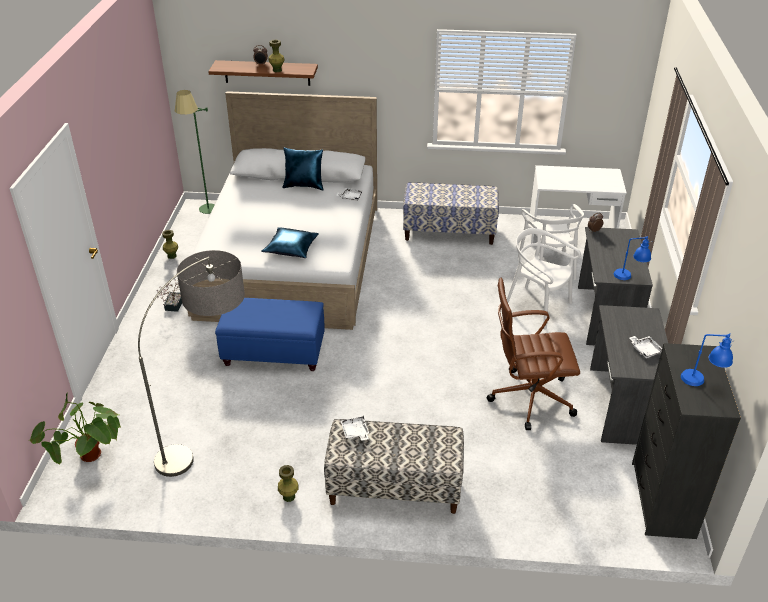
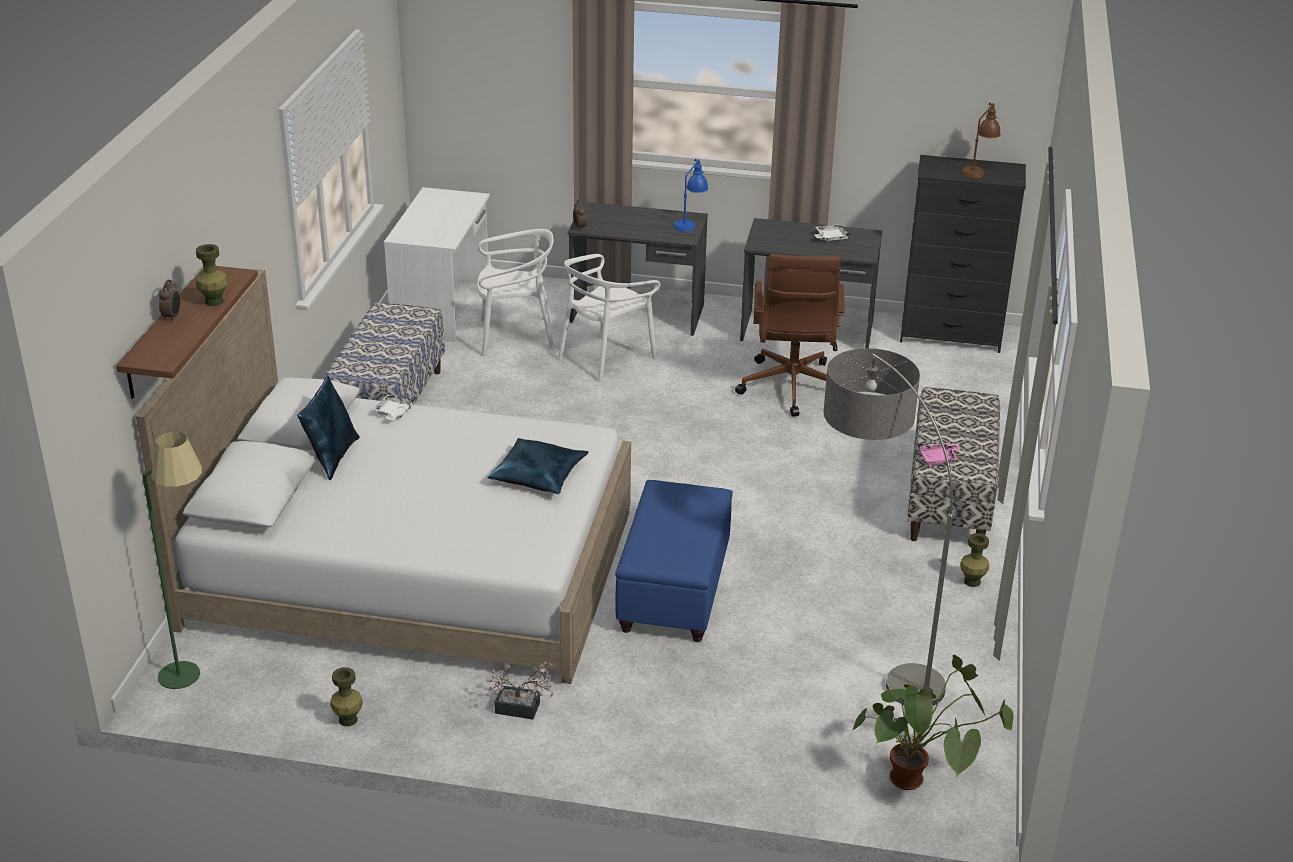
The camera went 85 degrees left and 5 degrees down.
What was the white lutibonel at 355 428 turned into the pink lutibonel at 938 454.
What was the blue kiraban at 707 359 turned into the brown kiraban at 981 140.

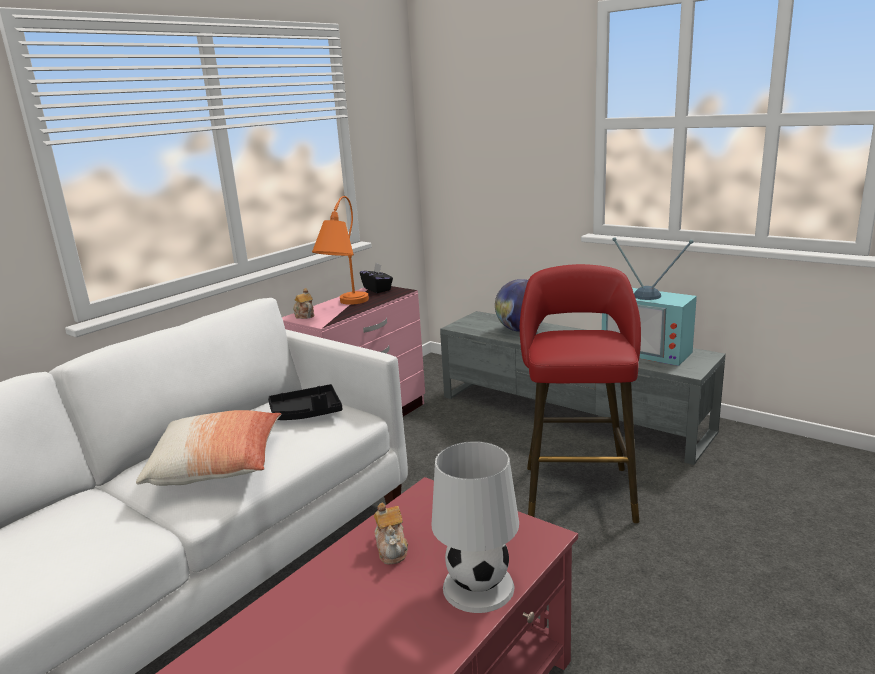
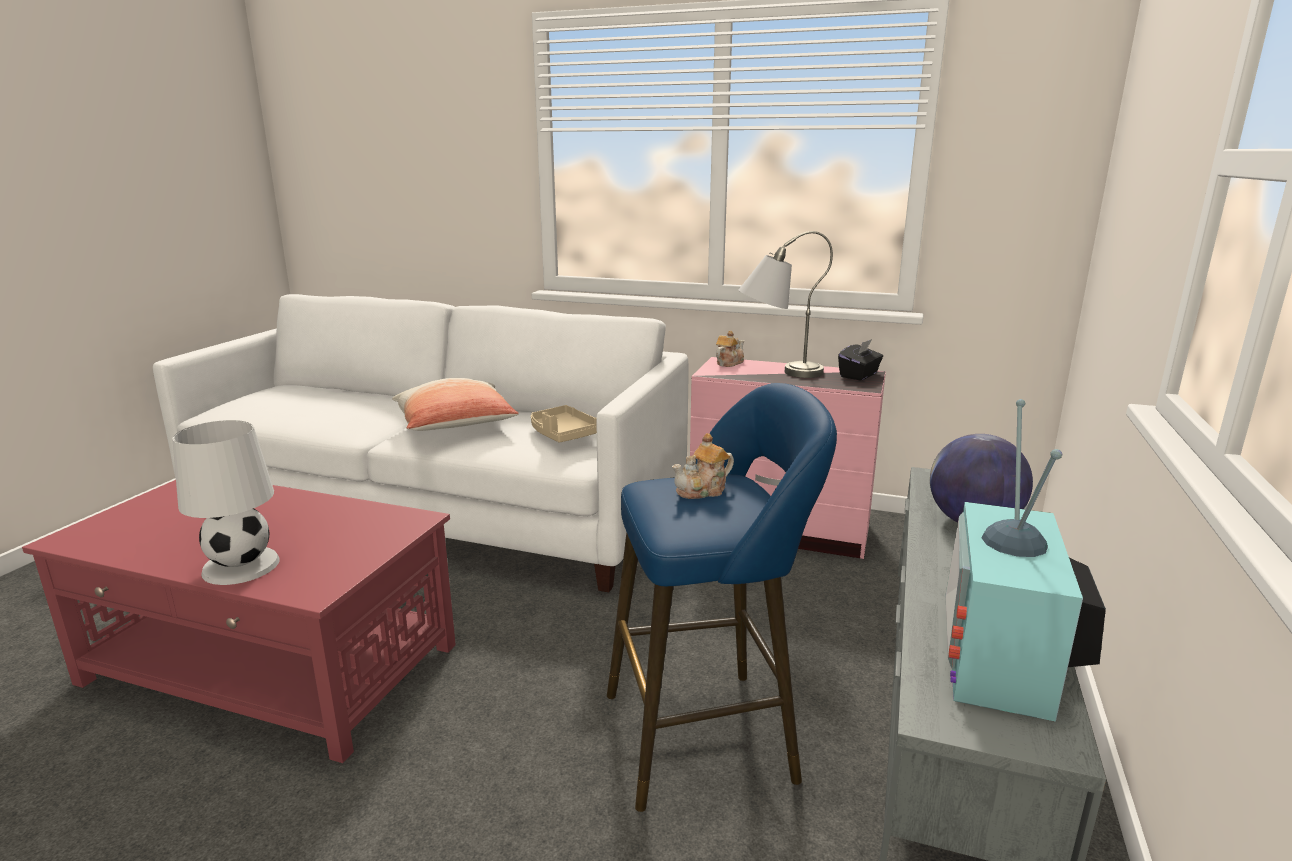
The camera went 70 degrees right and 0 degrees up.
What was the black lutibonel at 305 402 turned into the beige lutibonel at 564 424.
What was the orange kiraban at 340 250 turned into the grey kiraban at 785 304.
The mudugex ended up elsewhere, having gone from 391 533 to 703 466.
What was the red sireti at 580 393 turned into the blue sireti at 722 597.

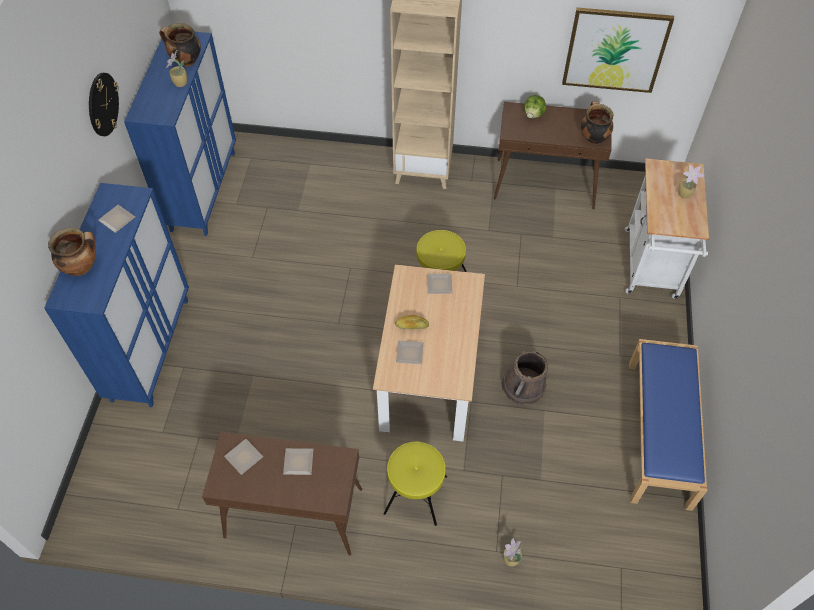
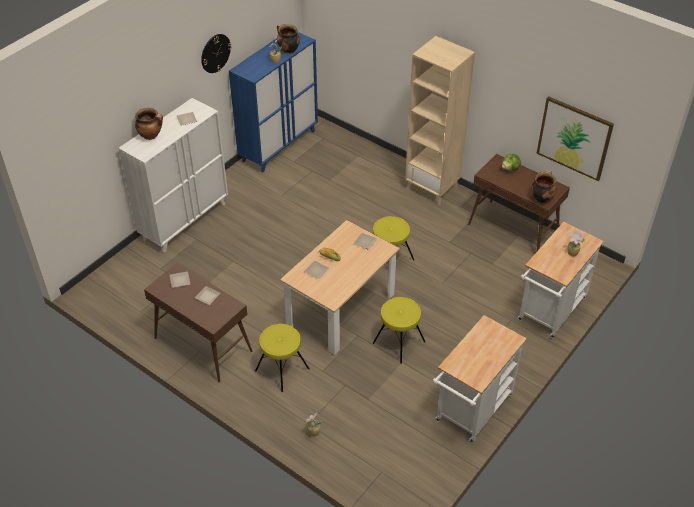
The camera went 30 degrees right and 10 degrees down.
What was the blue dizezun at 116 295 turned into the white dizezun at 173 175.
Where the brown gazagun stood at 524 378, the yellow sireti came to stand at 398 330.
Where the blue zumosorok stood at 668 425, the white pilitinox came to stand at 480 379.

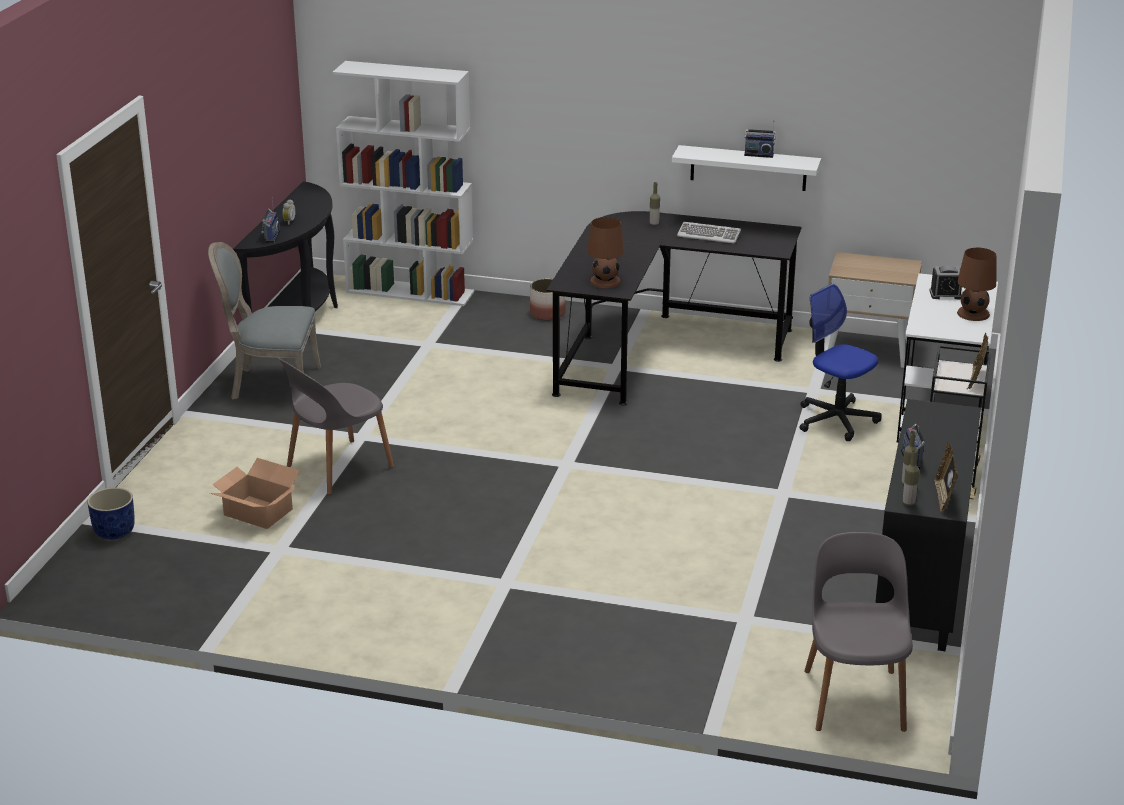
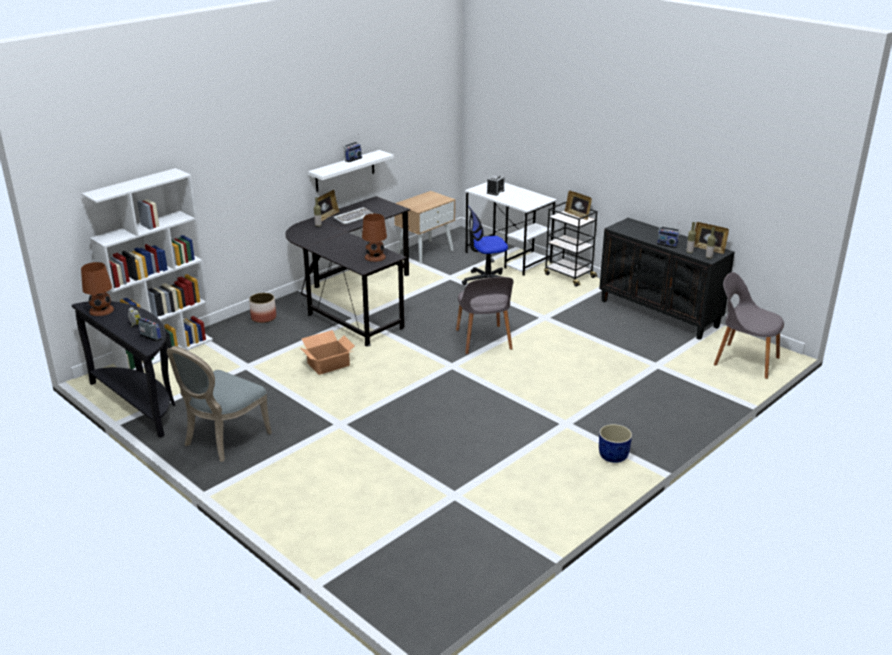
The camera went 60 degrees left and 0 degrees up.
The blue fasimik ended up elsewhere, having gone from 111 514 to 615 443.
The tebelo ended up elsewhere, having gone from 255 493 to 327 352.
The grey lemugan ended up elsewhere, having gone from 336 426 to 485 315.
The brown kiraban ended up elsewhere, having gone from 976 284 to 97 289.
The second view gained the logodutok at 329 205.

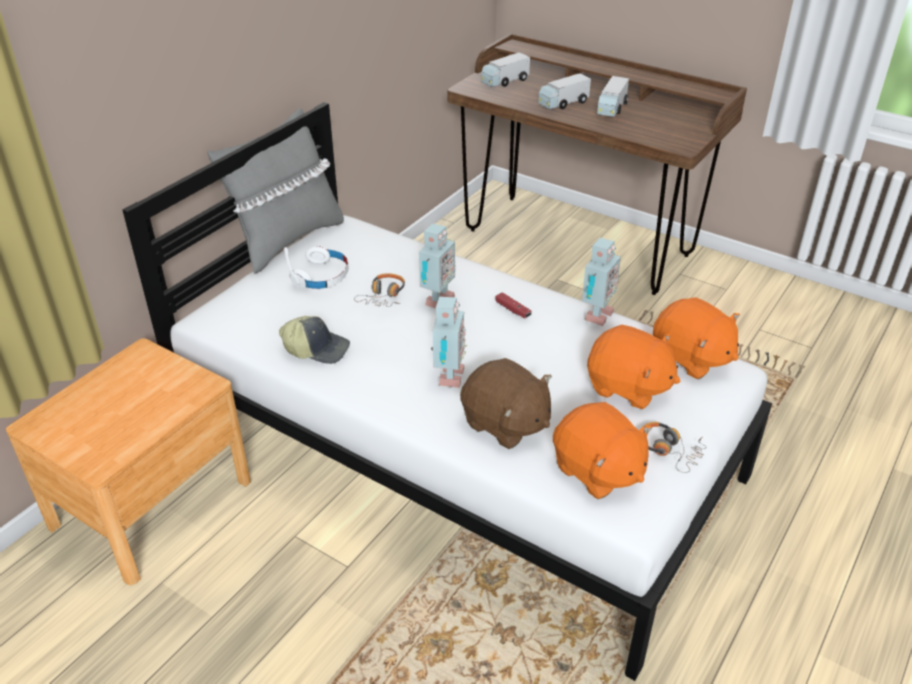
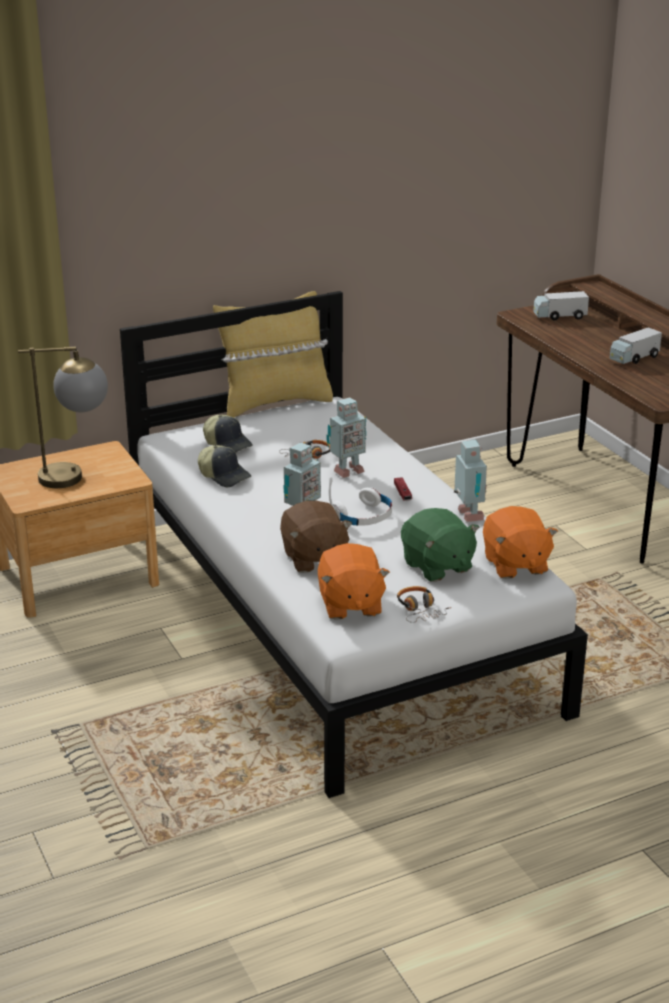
The camera went 30 degrees right and 10 degrees down.
What was the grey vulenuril at 276 191 turned into the yellow vulenuril at 273 354.
The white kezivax ended up elsewhere, having gone from 316 267 to 360 501.
The second view lost the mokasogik at 565 91.
The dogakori at 601 282 ended up facing another way, 75 degrees counterclockwise from before.
What was the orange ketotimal at 633 367 turned into the green ketotimal at 440 545.
The second view gained the kiraban at 63 417.
The second view gained the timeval at 228 434.

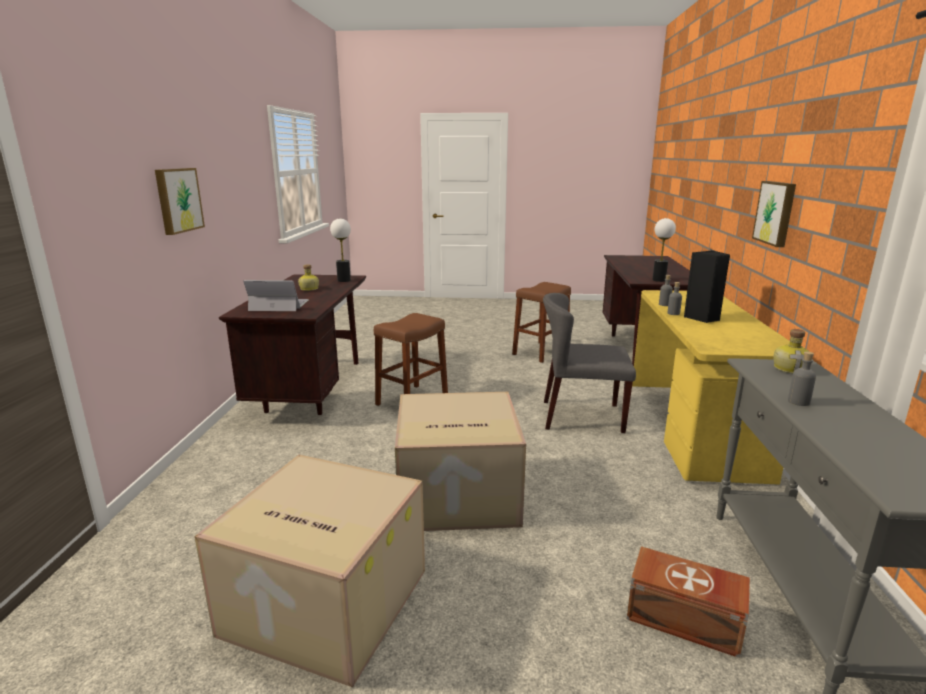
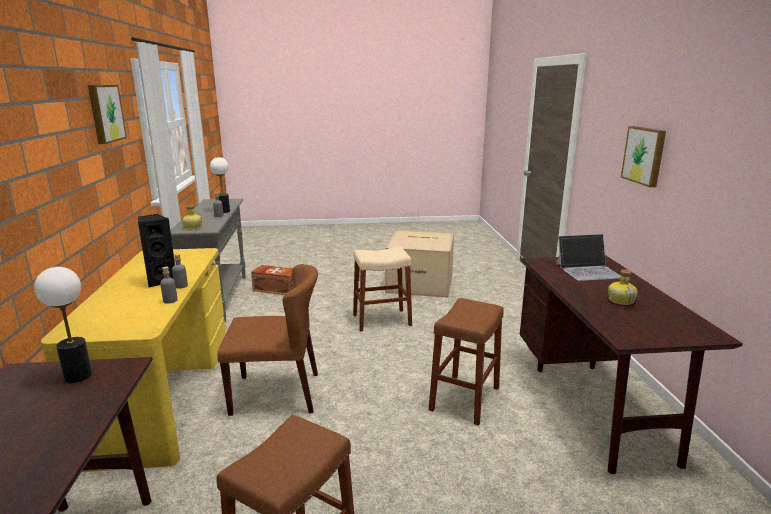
The camera went 170 degrees right and 0 degrees up.
The kiraban ended up elsewhere, having gone from 340 250 to 220 185.
Where the tebelo stood at 460 461, the beige sireti came to stand at 382 289.
What was the grey lemugan at 589 363 turned into the brown lemugan at 267 340.
The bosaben ended up elsewhere, having gone from 774 214 to 107 114.

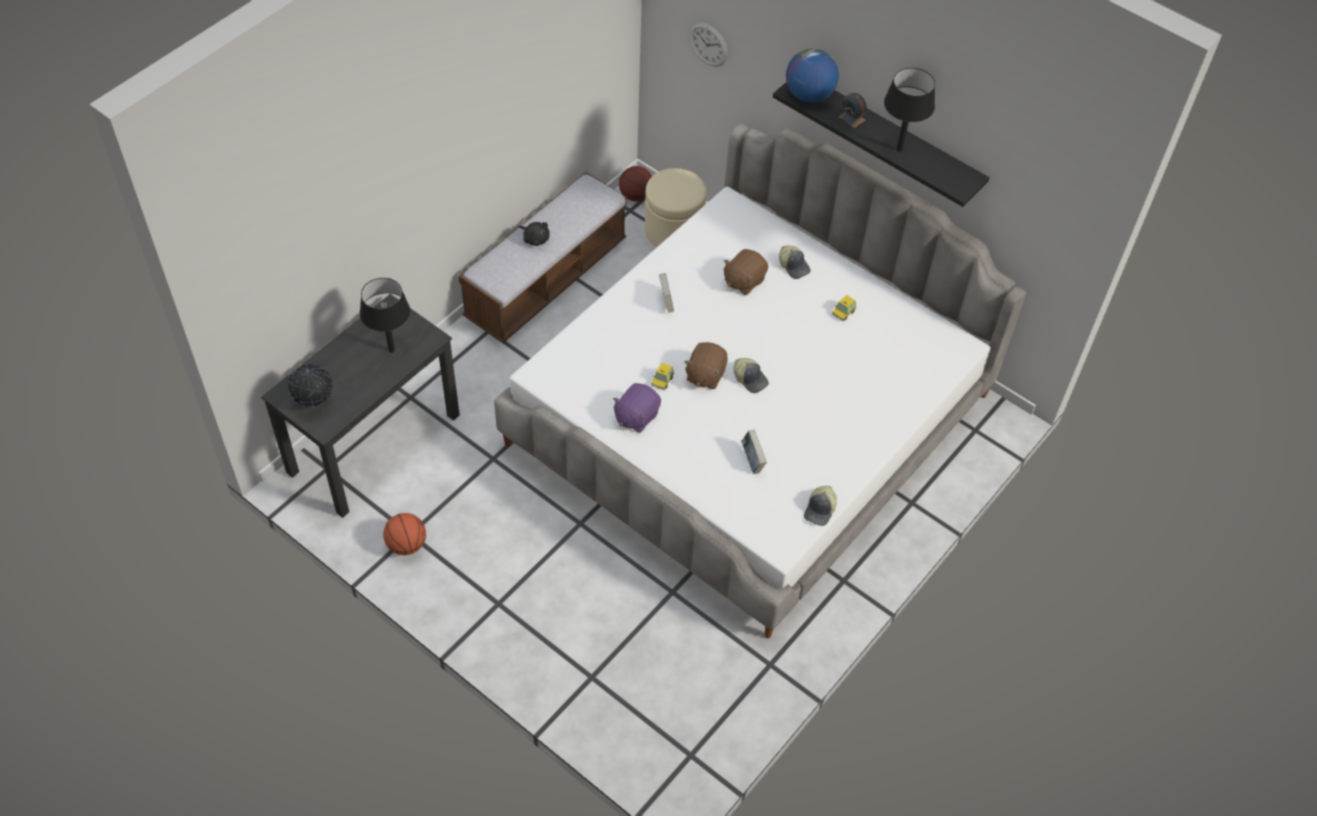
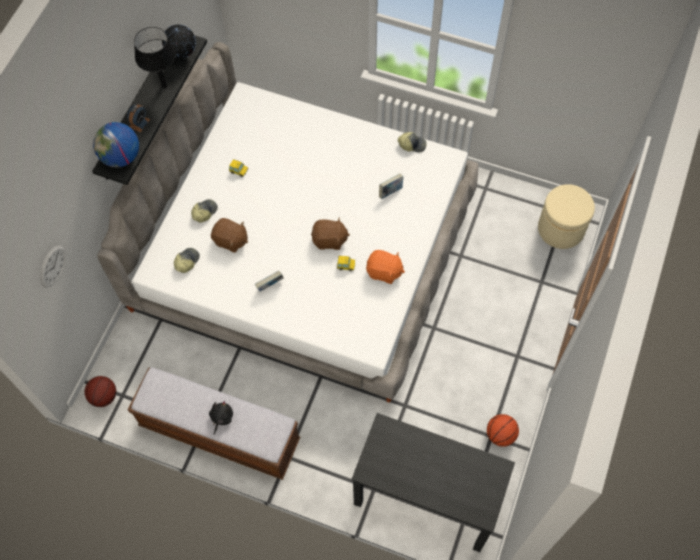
The camera went 105 degrees left and 10 degrees up.
The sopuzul ended up elsewhere, having gone from 310 385 to 179 41.
The second view lost the black kiraban at 385 315.
What was the purple ketotimal at 637 408 turned into the orange ketotimal at 385 267.
The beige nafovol ended up elsewhere, having gone from 676 207 to 566 216.
The timeval ended up elsewhere, having gone from 751 375 to 187 260.

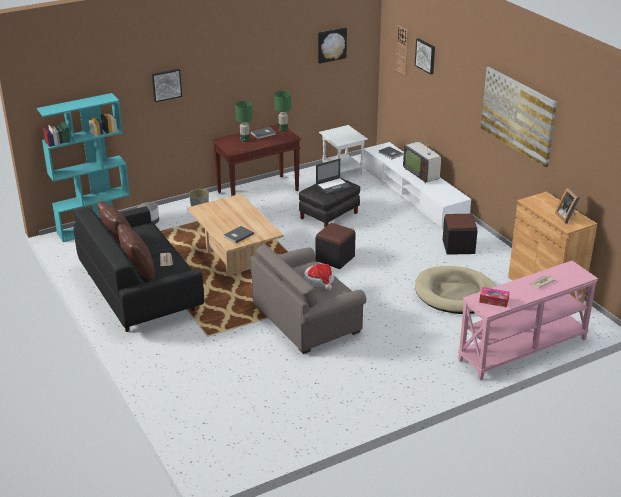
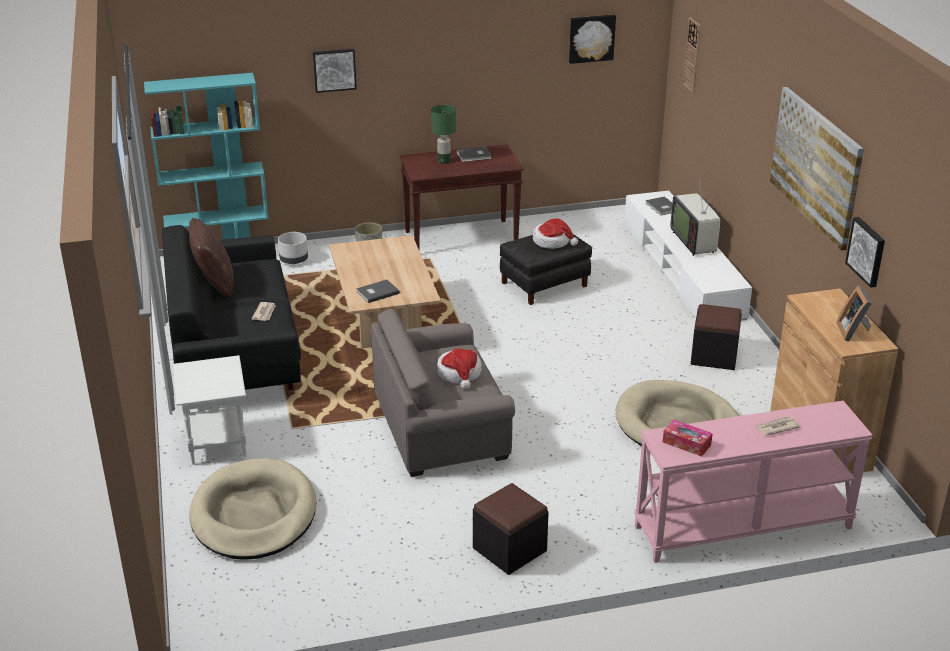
The camera went 15 degrees right and 0 degrees up.
The second view lost the brown vulenuril at 136 251.
The second view lost the green kiraban at 282 111.
Where the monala stood at 334 176, the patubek came to stand at 555 233.
The black nafovol ended up elsewhere, having gone from 336 246 to 511 529.
The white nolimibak ended up elsewhere, having gone from 343 150 to 210 409.
The bosaben ended up elsewhere, having gone from 425 56 to 865 252.
The second view gained the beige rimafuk at 252 509.

